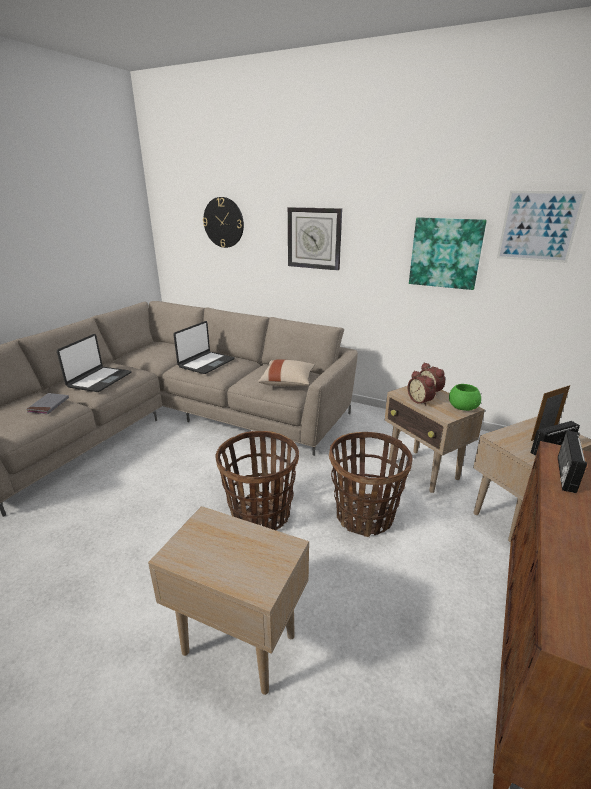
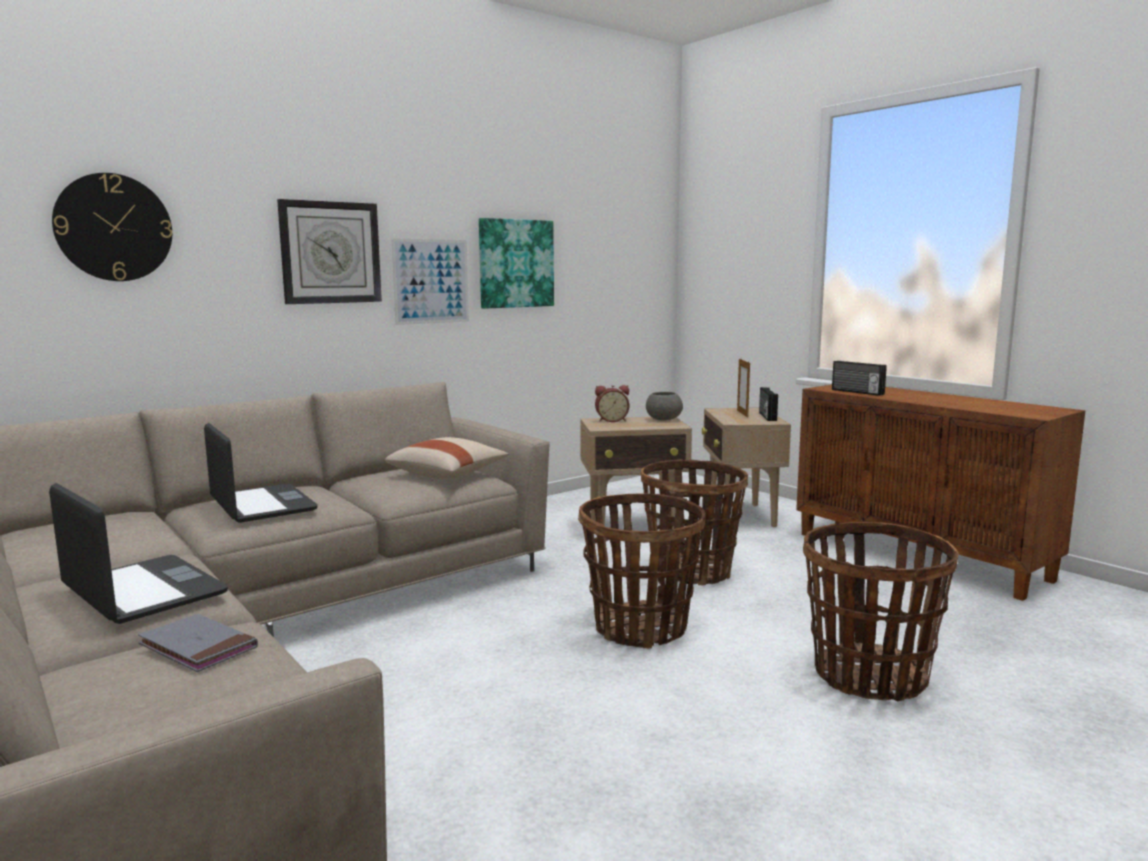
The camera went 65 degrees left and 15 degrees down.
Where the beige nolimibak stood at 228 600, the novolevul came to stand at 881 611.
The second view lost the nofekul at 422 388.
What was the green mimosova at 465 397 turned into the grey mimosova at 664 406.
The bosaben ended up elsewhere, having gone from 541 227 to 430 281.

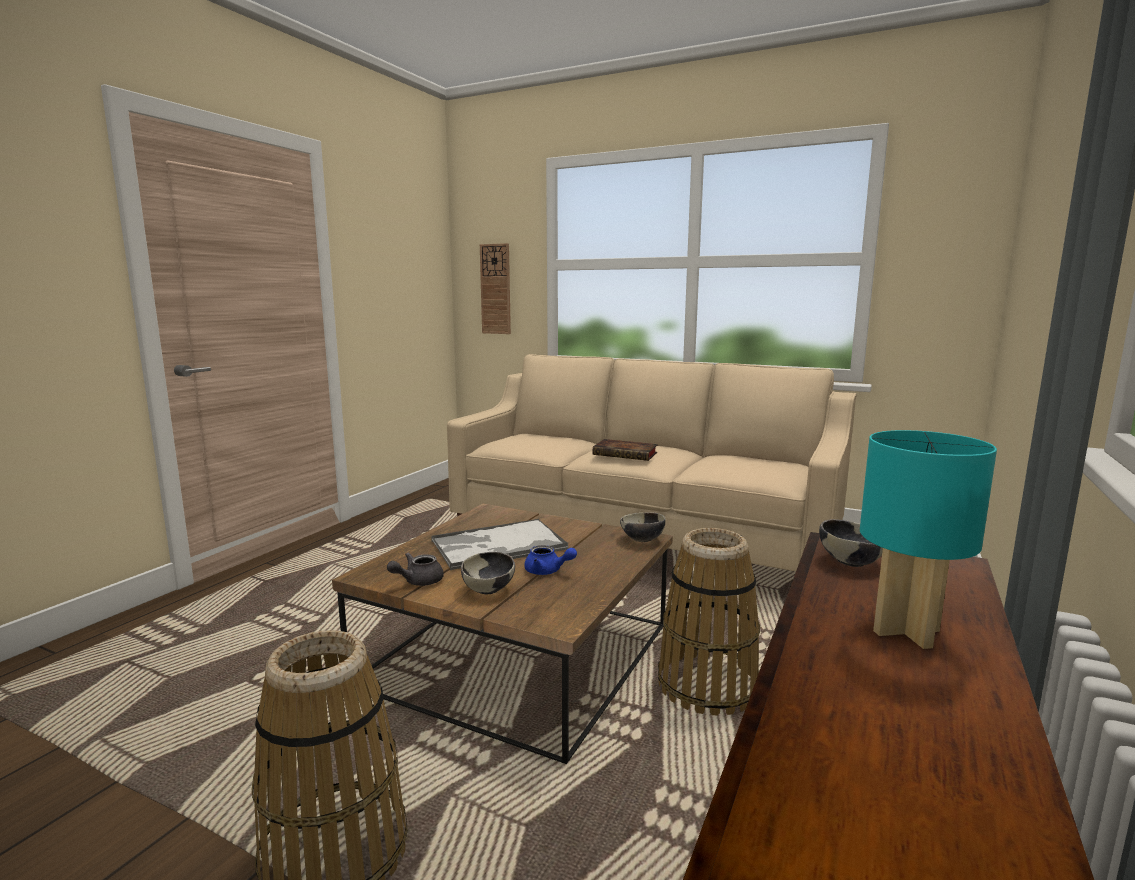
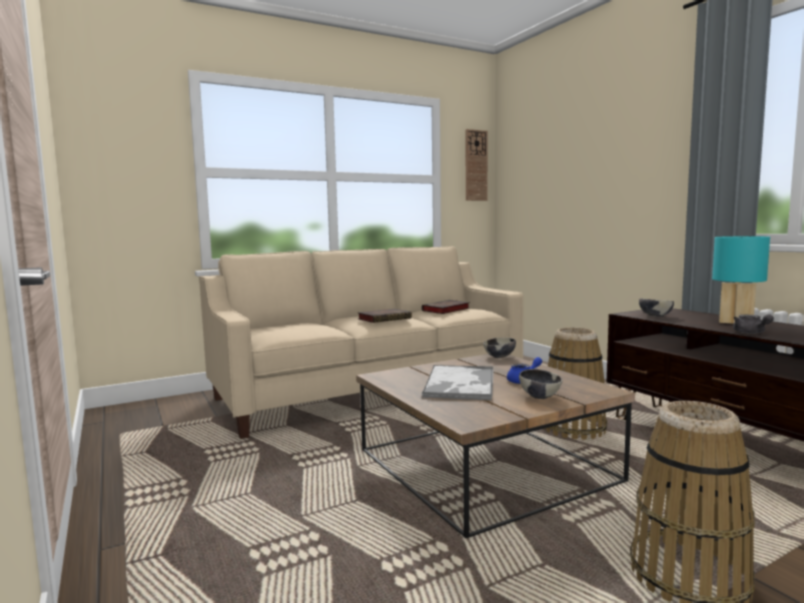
The camera went 55 degrees left and 5 degrees down.
The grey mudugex ended up elsewhere, having gone from 415 569 to 753 324.
The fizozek ended up elsewhere, having gone from 495 288 to 477 165.
The second view gained the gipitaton at 446 307.

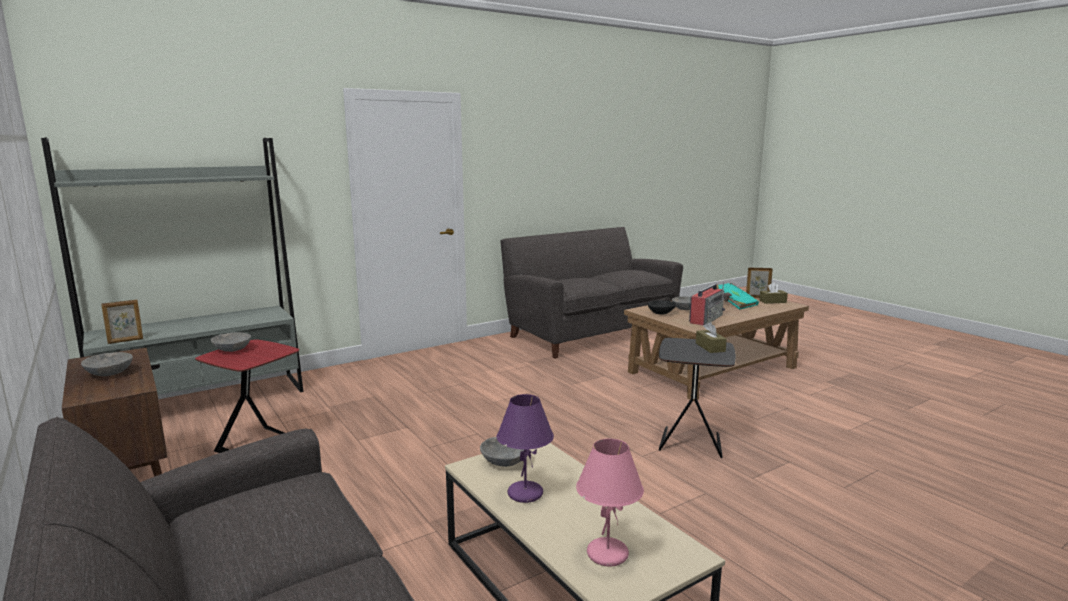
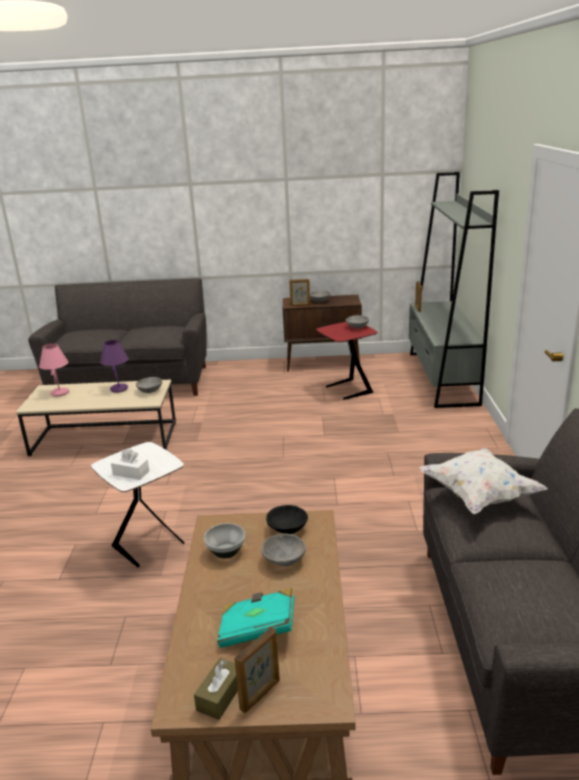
The camera went 125 degrees right and 10 degrees up.
What was the black nolimibak at 697 398 turned into the white nolimibak at 137 504.
Where the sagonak stood at 707 304, the mimosova came to stand at 224 541.
What was the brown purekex at 711 337 turned into the white purekex at 130 464.
The second view gained the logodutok at 299 292.
The second view gained the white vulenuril at 483 481.

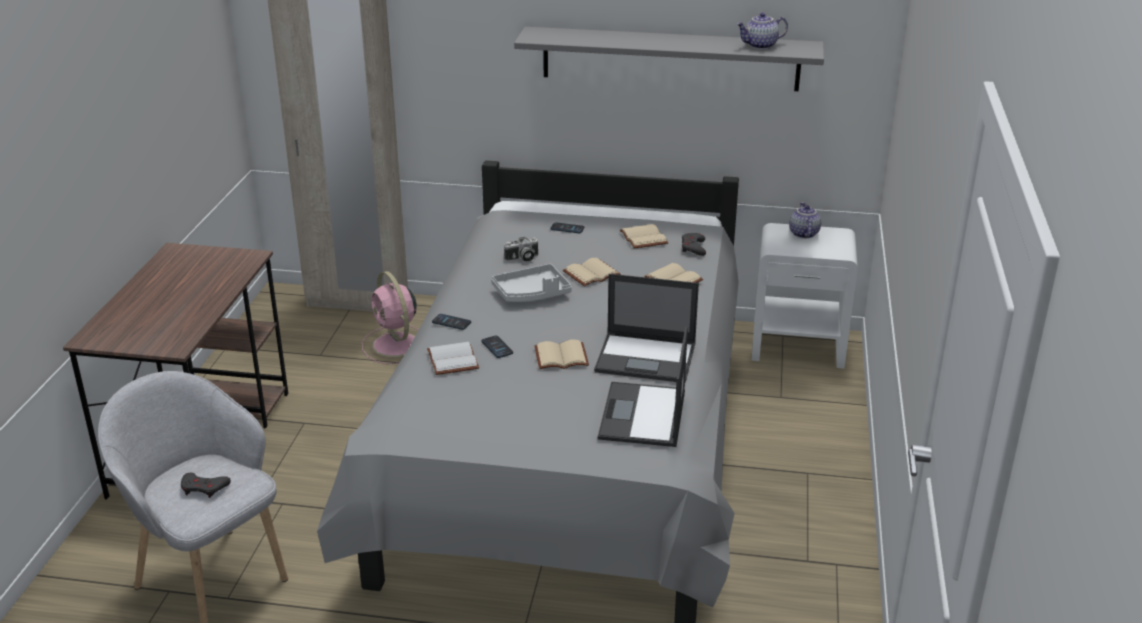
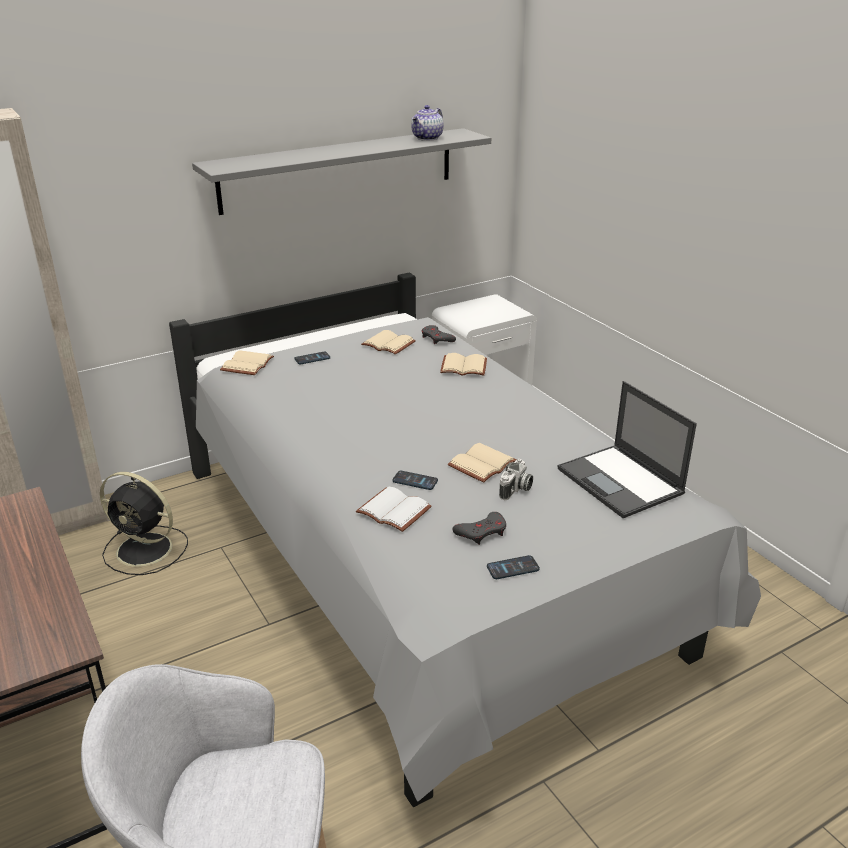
The camera went 40 degrees left and 0 degrees up.
The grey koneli ended up elsewhere, having gone from 206 485 to 479 528.
What was the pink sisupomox at 390 317 turned into the black sisupomox at 144 523.
The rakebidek ended up elsewhere, having gone from 451 322 to 513 567.
The second view lost the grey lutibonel at 531 283.
The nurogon ended up elsewhere, having gone from 521 249 to 516 479.
The beige gipitaton ended up elsewhere, having gone from 591 272 to 247 362.
The second view lost the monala at 646 328.
The second view lost the mudugex at 805 220.

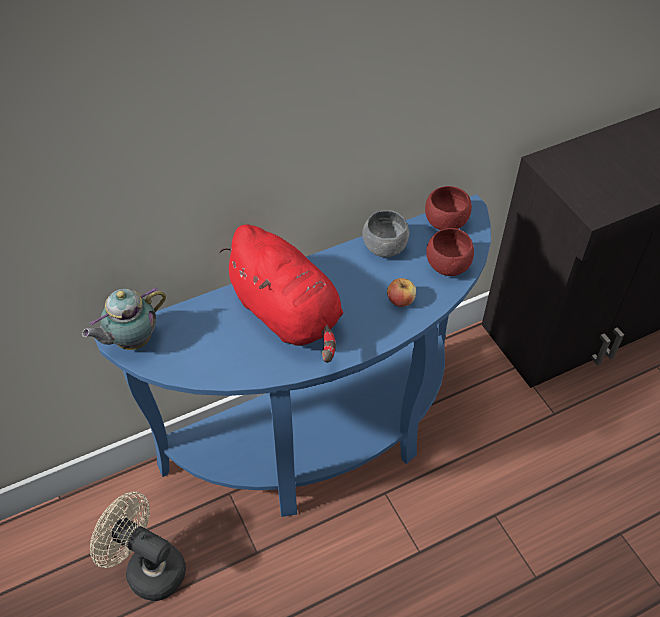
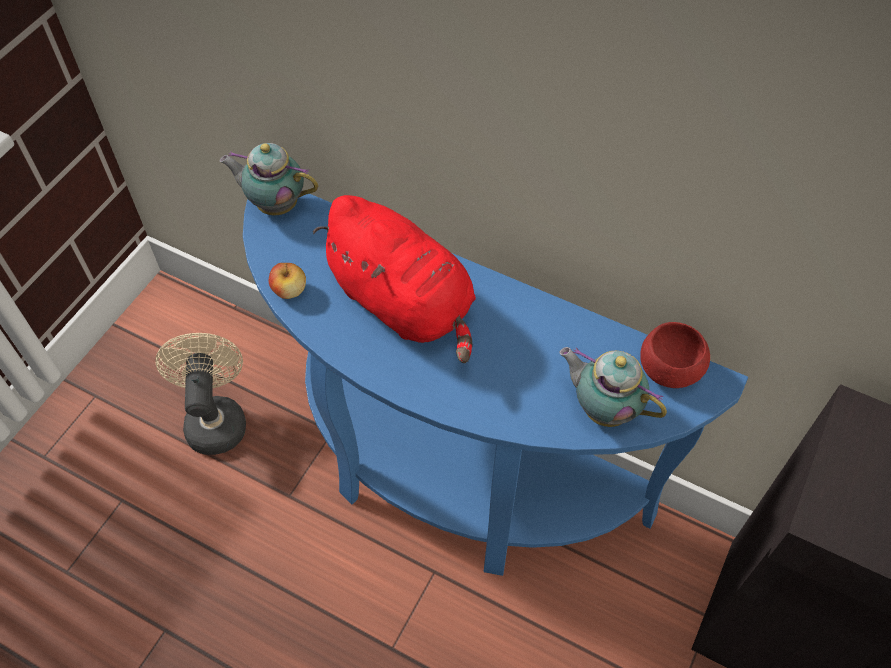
The camera went 55 degrees right and 5 degrees up.
The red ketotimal at 281 293 ended up facing another way, 60 degrees counterclockwise from before.
The second view lost the grey mimosova at 385 233.
The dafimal ended up elsewhere, having gone from 401 292 to 287 281.
Where the red mimosova stood at 450 252, the mudugex came to stand at 613 387.

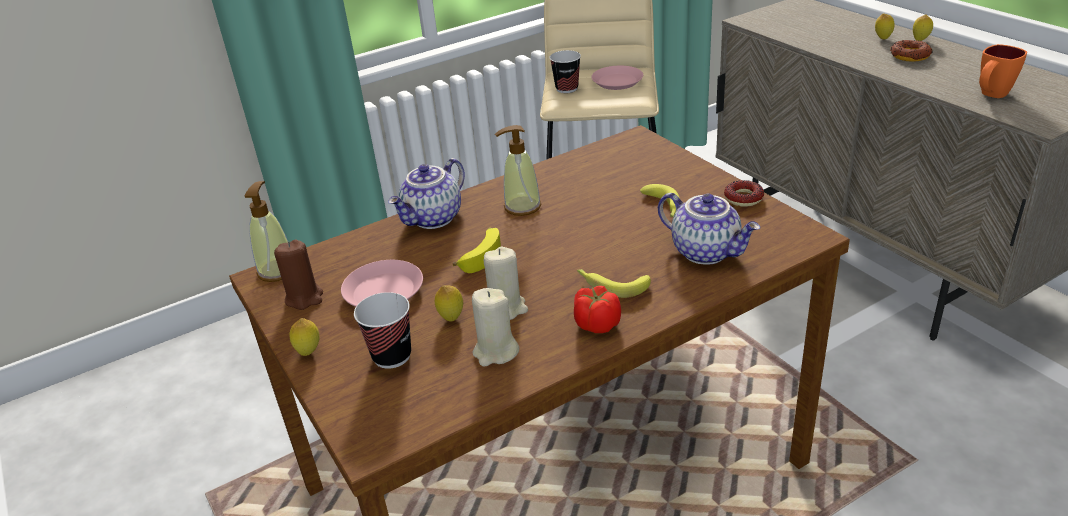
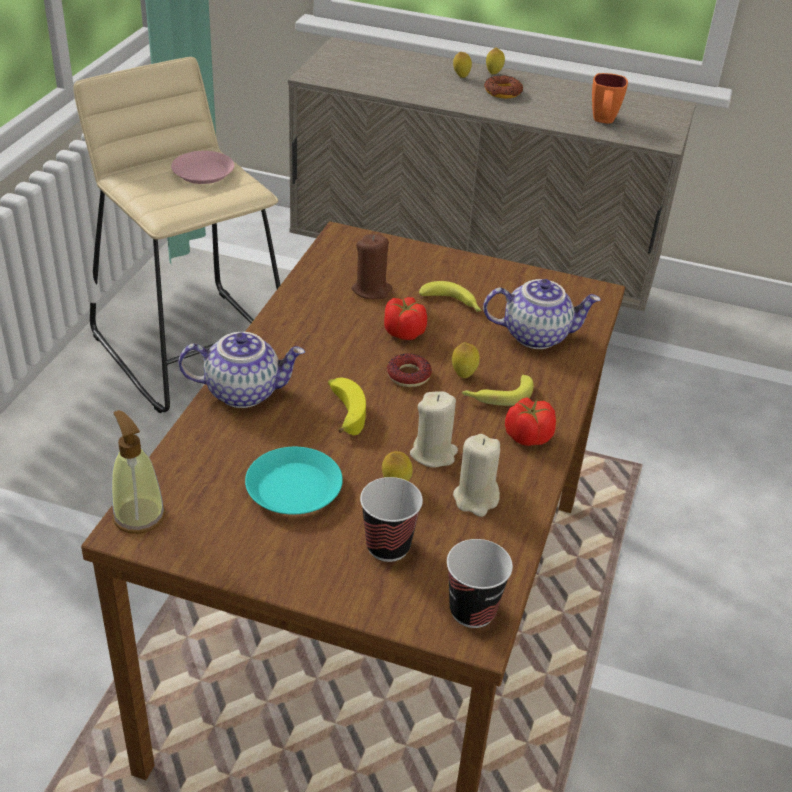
The camera went 45 degrees left and 5 degrees up.
The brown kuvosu ended up elsewhere, having gone from 298 274 to 372 266.
The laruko ended up elsewhere, having gone from 304 337 to 466 360.
What was the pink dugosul at 382 283 turned into the turquoise dugosul at 294 481.
The mudugex at 426 193 ended up facing another way, 90 degrees counterclockwise from before.
The second view lost the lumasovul at 518 170.
The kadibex ended up elsewhere, having gone from 565 71 to 480 583.
The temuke ended up elsewhere, having gone from 744 193 to 409 370.
The second view gained the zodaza at 405 318.

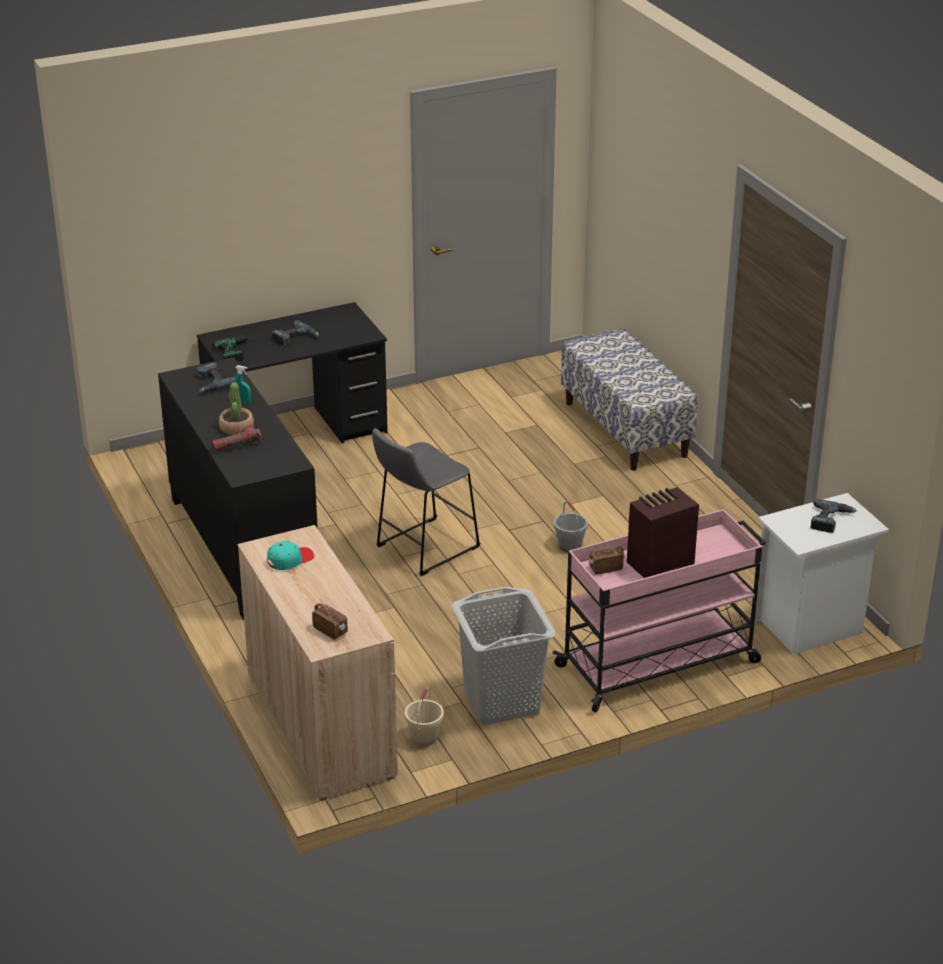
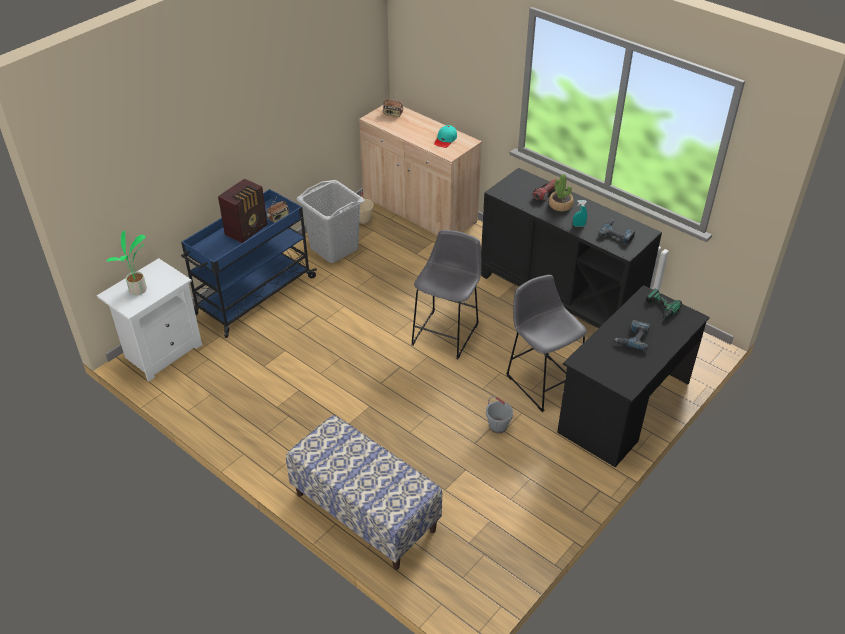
The camera went 155 degrees right and 10 degrees up.
What was the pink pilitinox at 659 610 turned into the blue pilitinox at 249 263.
The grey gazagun ended up elsewhere, having gone from 571 526 to 499 414.
Where the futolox stood at 834 516, the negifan came to stand at 126 263.
The second view gained the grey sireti at 546 343.

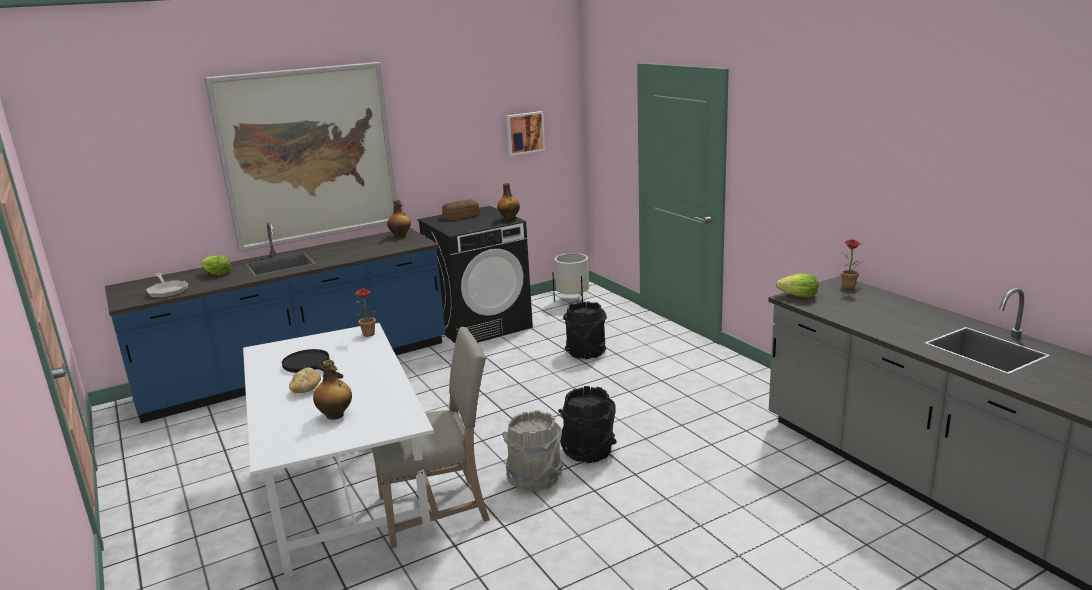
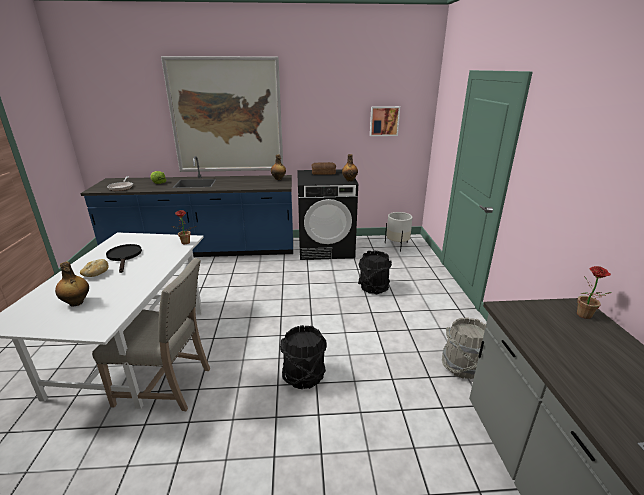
The camera went 25 degrees right and 5 degrees up.
The grey gazagun ended up elsewhere, having gone from 532 451 to 464 348.
The second view lost the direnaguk at 797 285.

